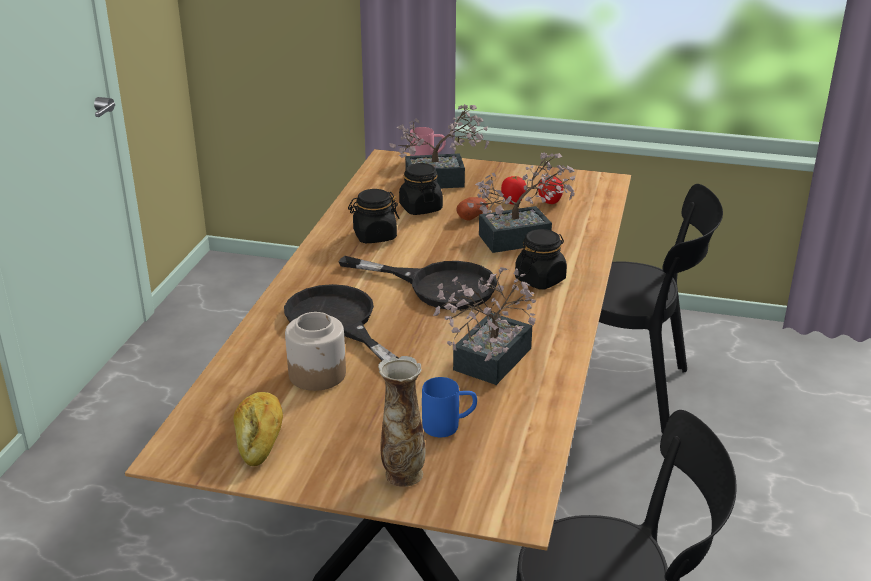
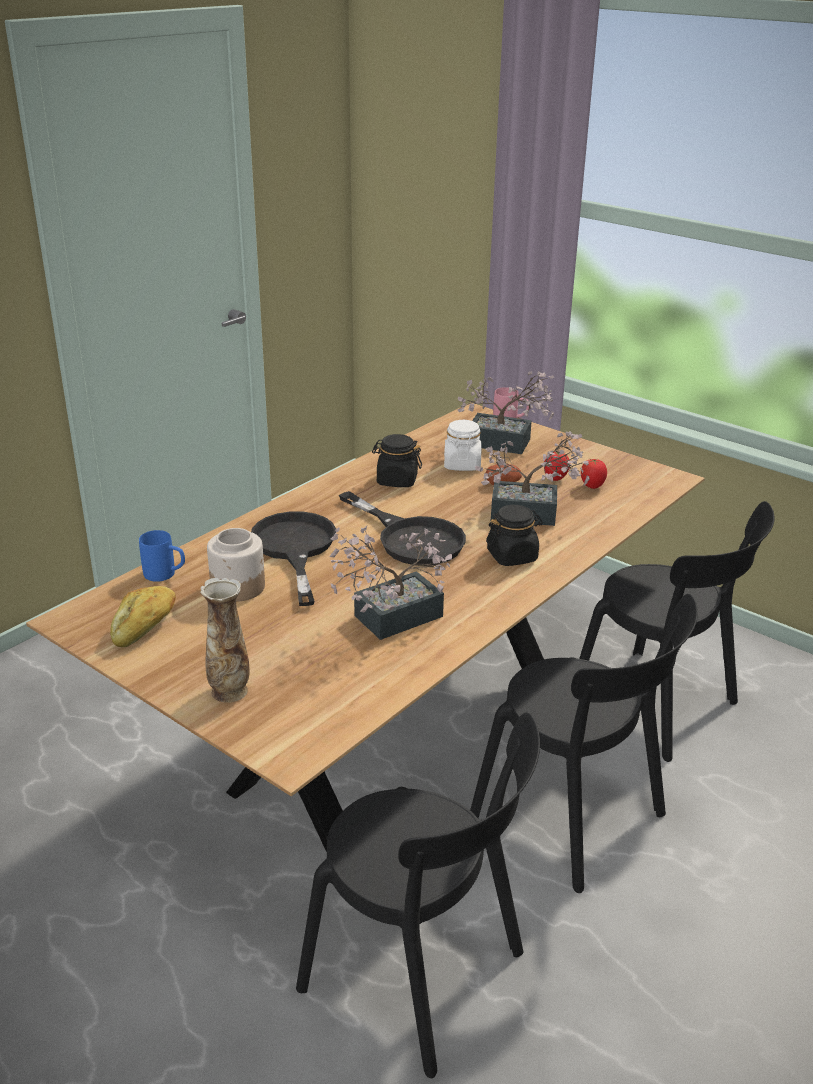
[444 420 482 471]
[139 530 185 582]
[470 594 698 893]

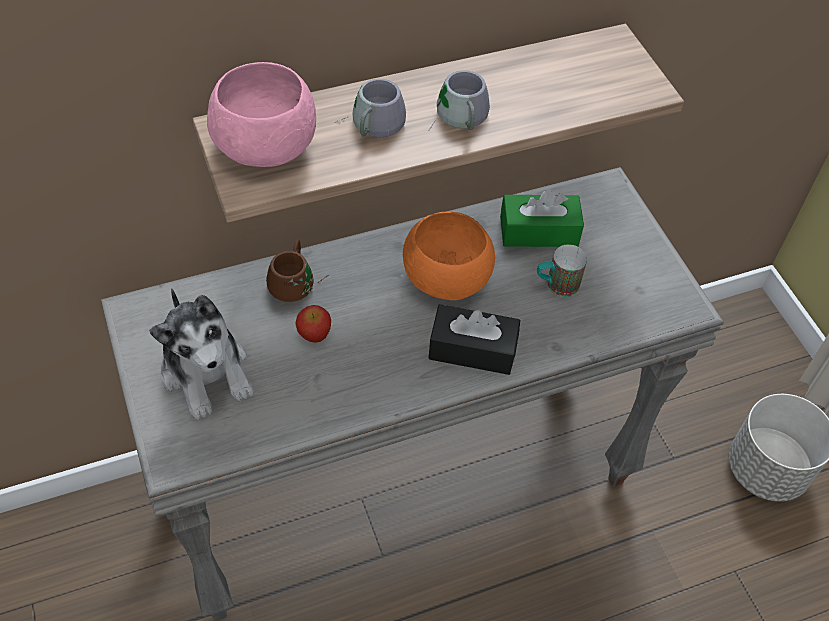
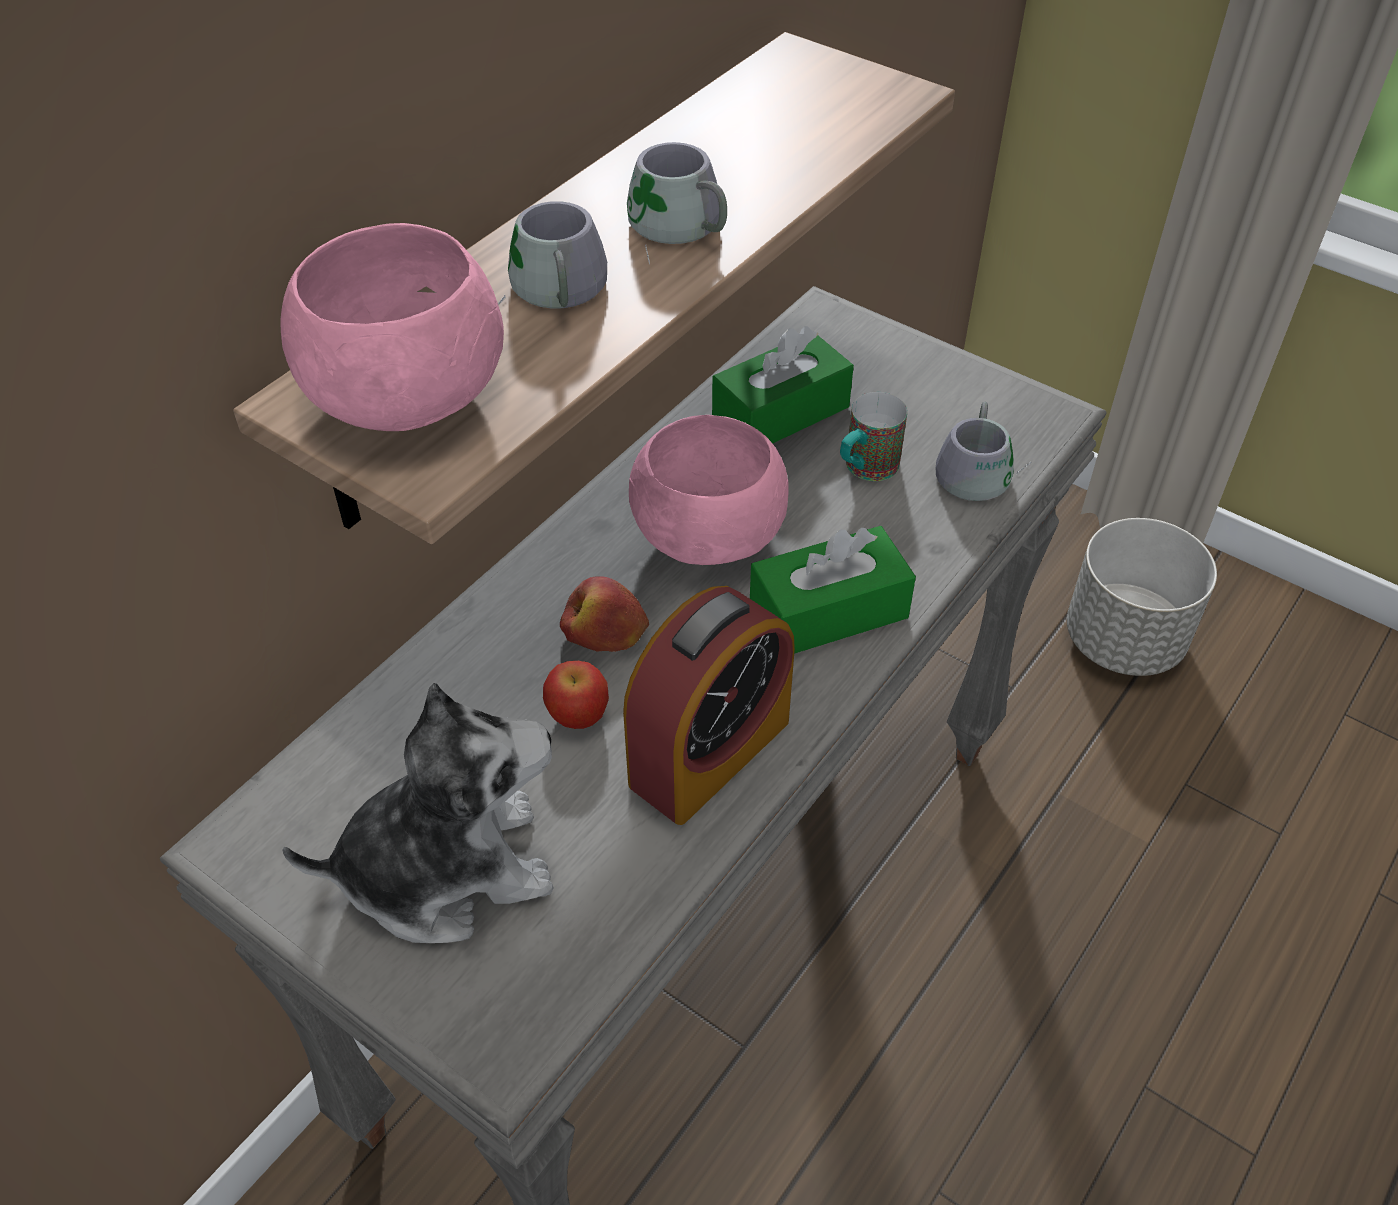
[629 415 788 565]
[266 239 328 302] (first image)
[282 683 554 943]
[750 526 916 654]
[936 401 1031 501]
[560 576 649 652]
[623 586 795 825]

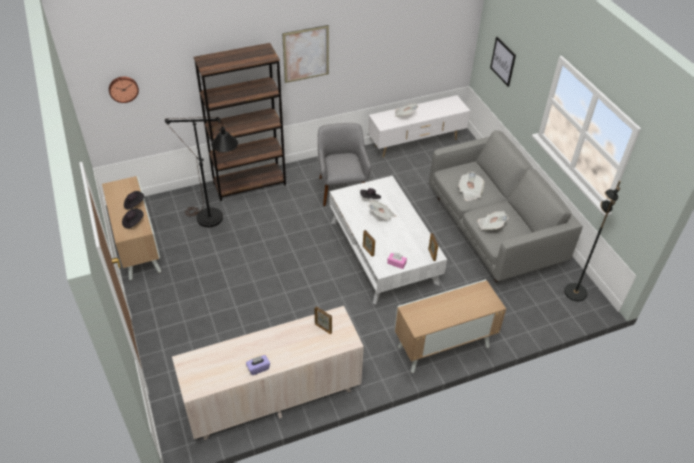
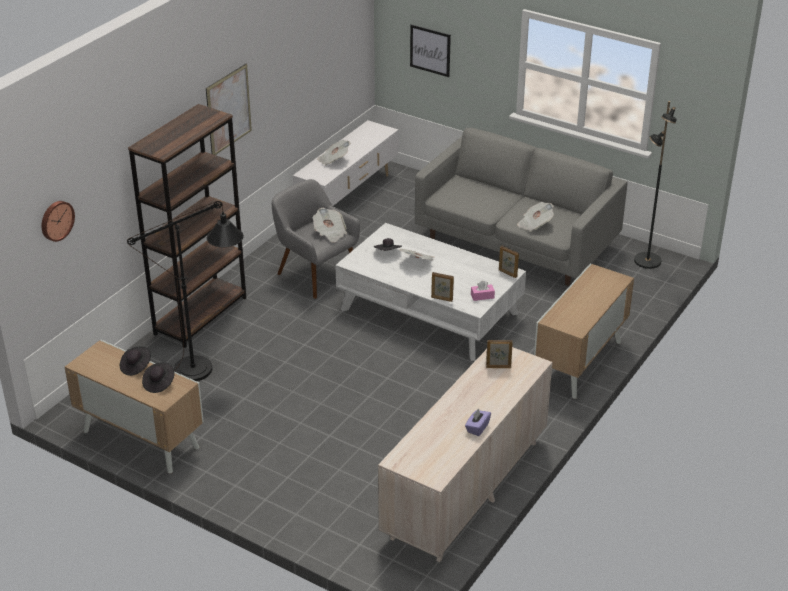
[313 208 347 243]

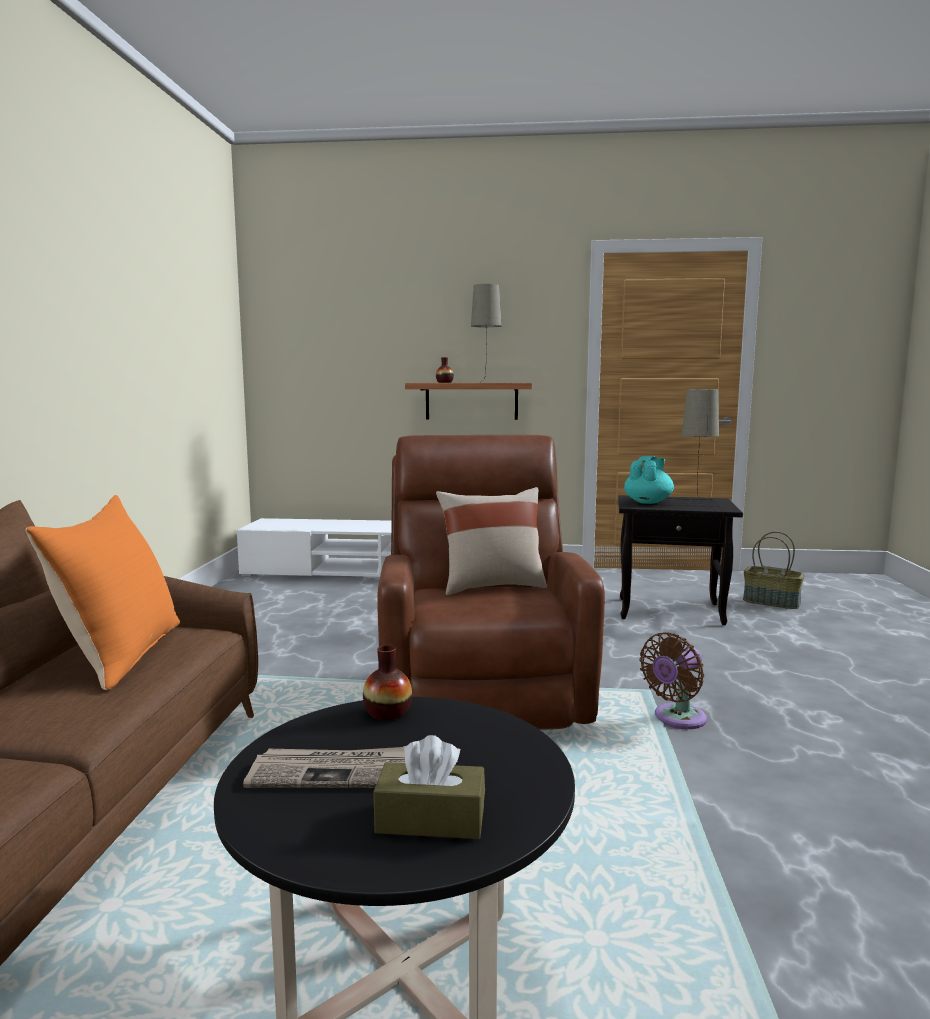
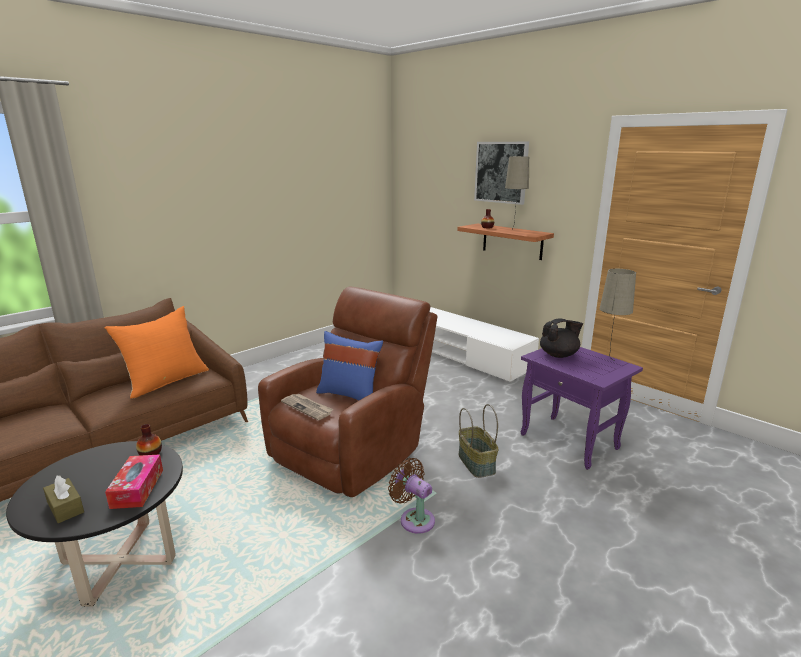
[540 318 583 358]
[316 331 383 400]
[520 347 643 470]
[459 404 498 478]
[388 458 435 534]
[281 393 333 420]
[474 142 529 205]
[105 454 163 509]

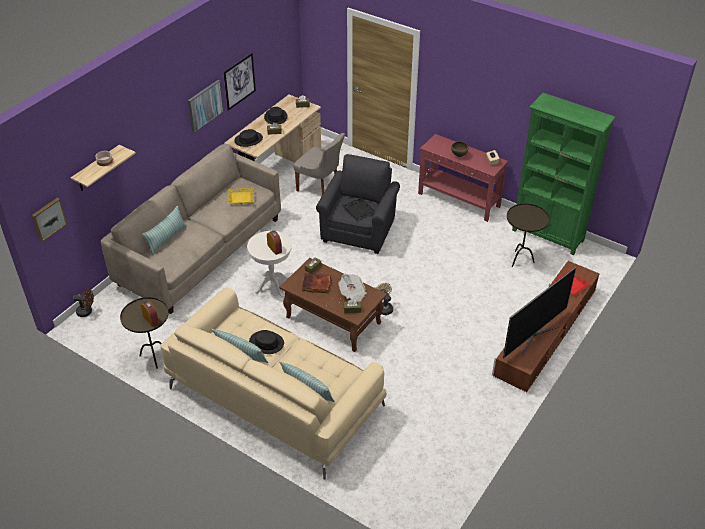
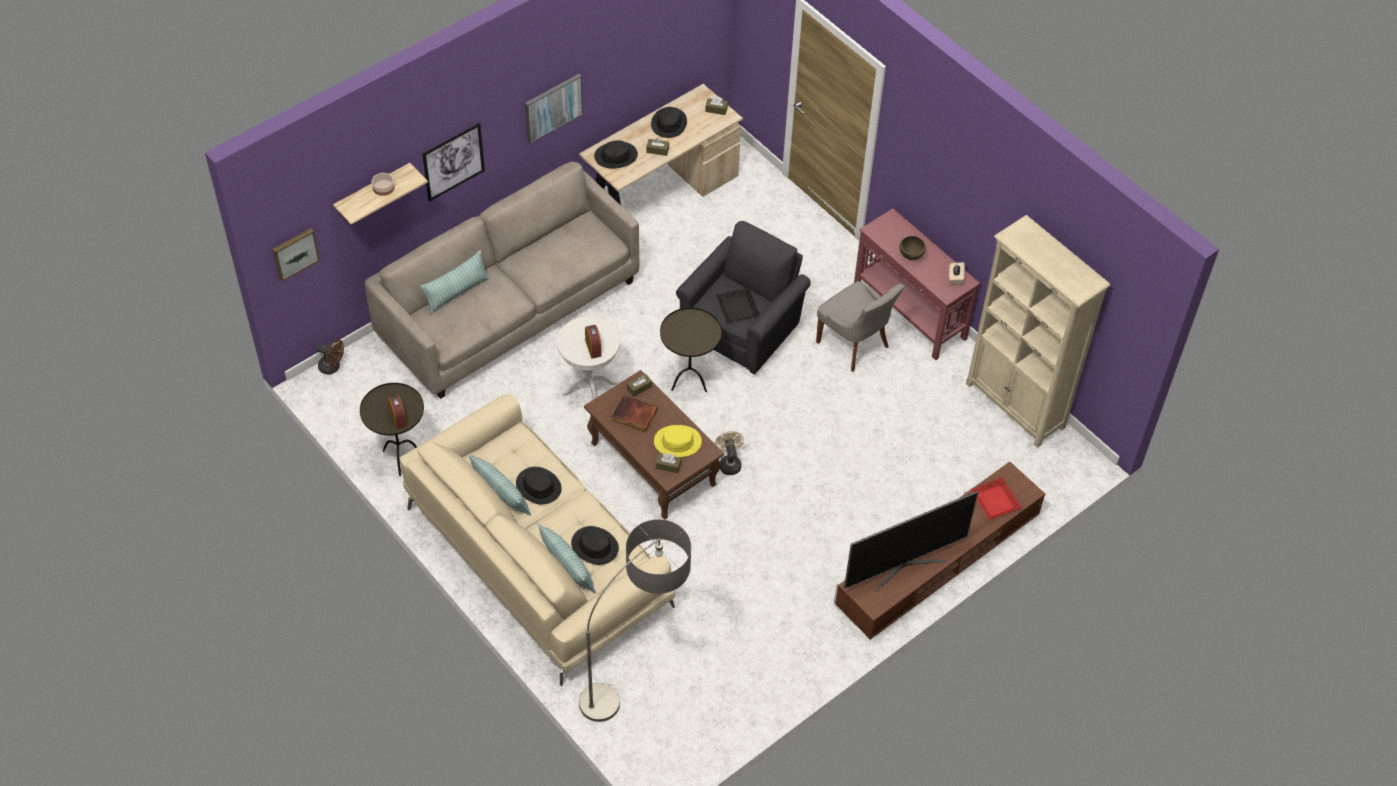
[422 123 485 202]
[966 215 1111 448]
[816 281 905 371]
[228 187 254 204] (first image)
[660 307 722 392]
[654 425 702 457]
[579 519 691 722]
[571 526 619 565]

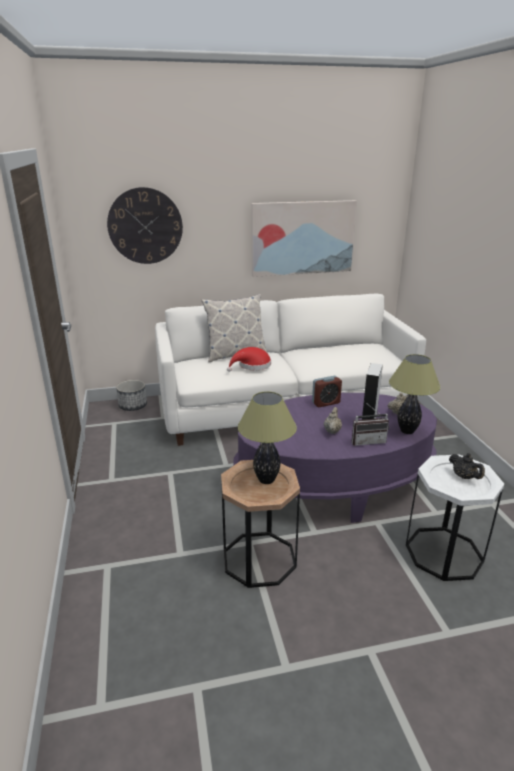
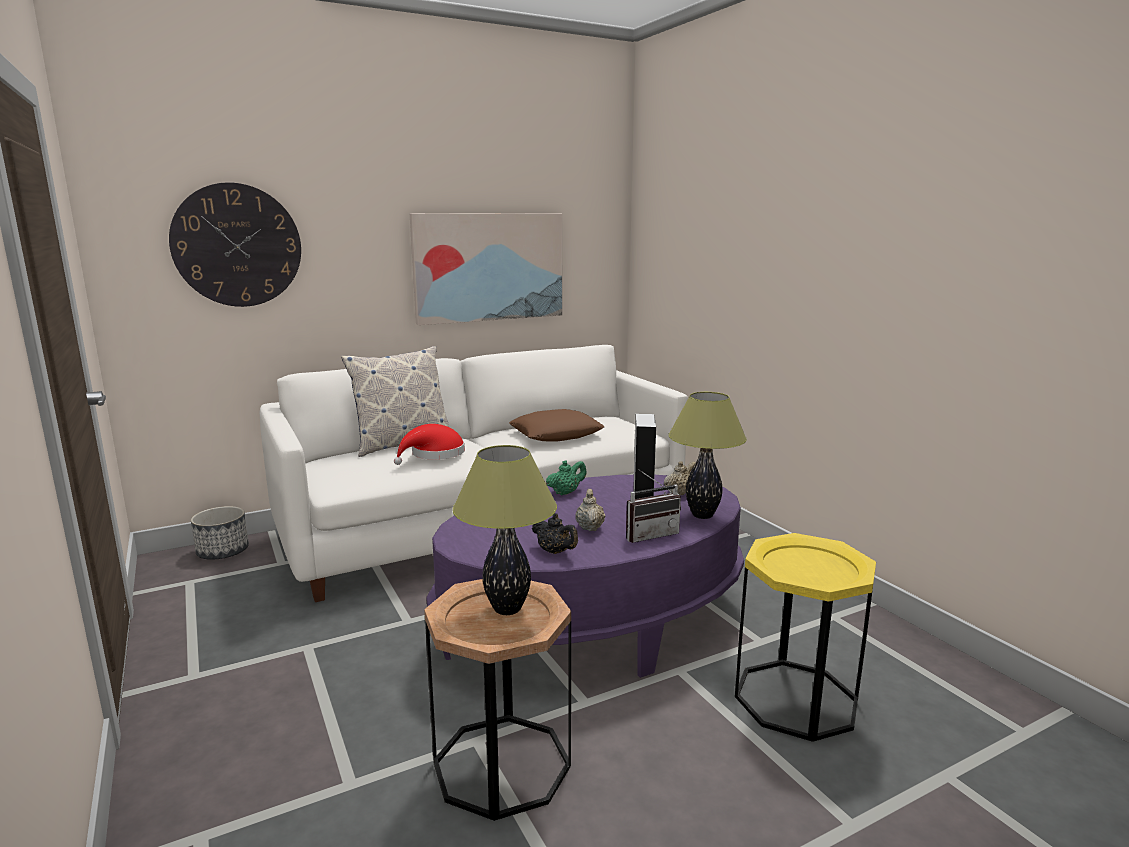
[546 460 587 495]
[532 513 578 554]
[735 533 876 742]
[509 409 604 441]

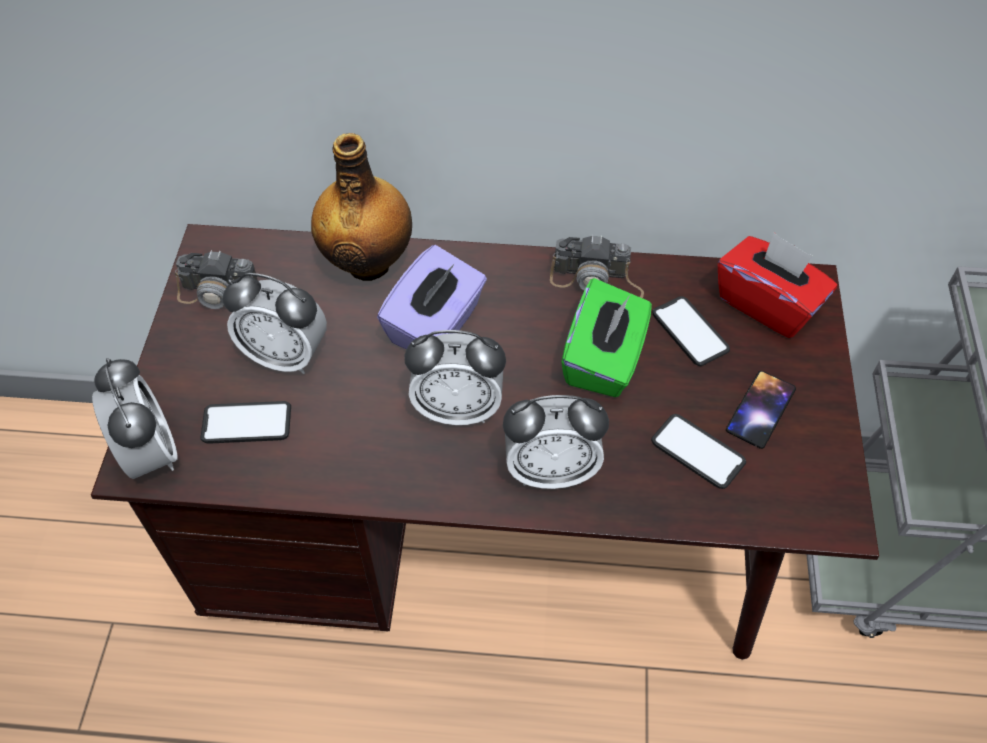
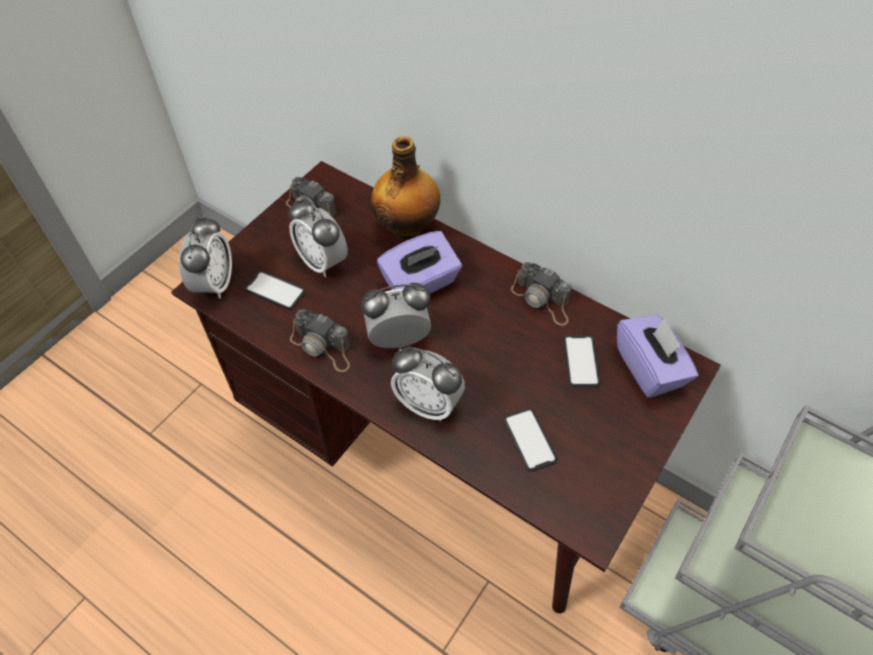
[617 315 698 398]
[561 278 652 397] (first image)
[361 283 431 348]
[726 371 796 449] (first image)
[290 309 350 372]

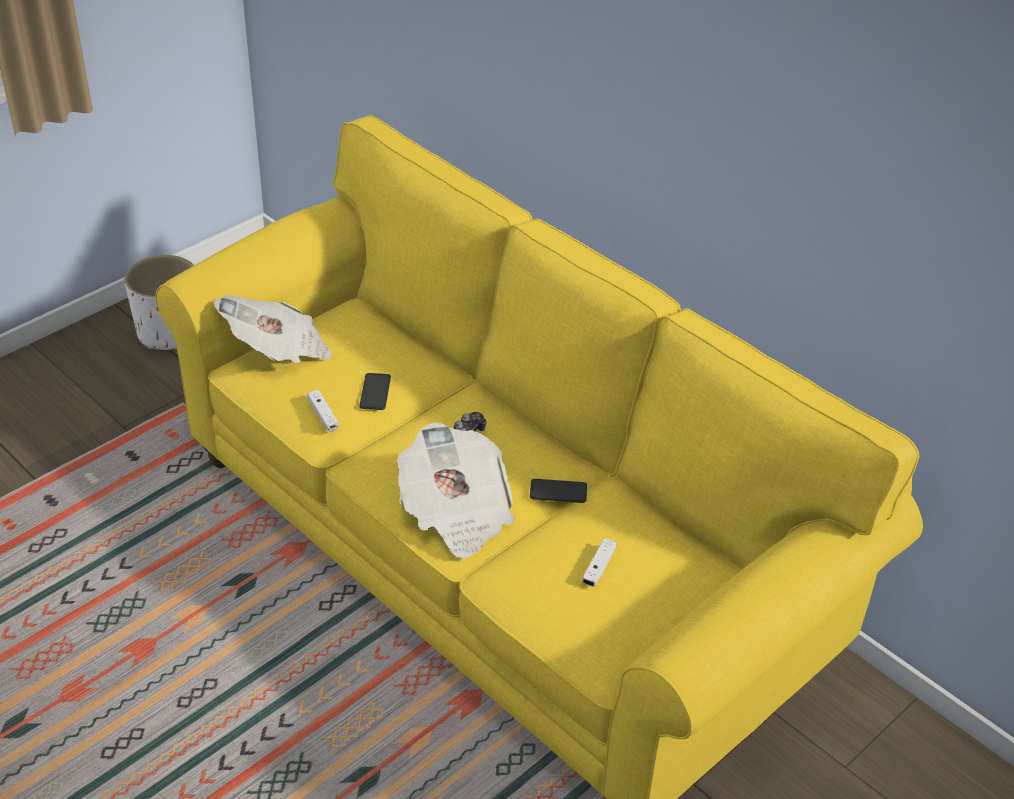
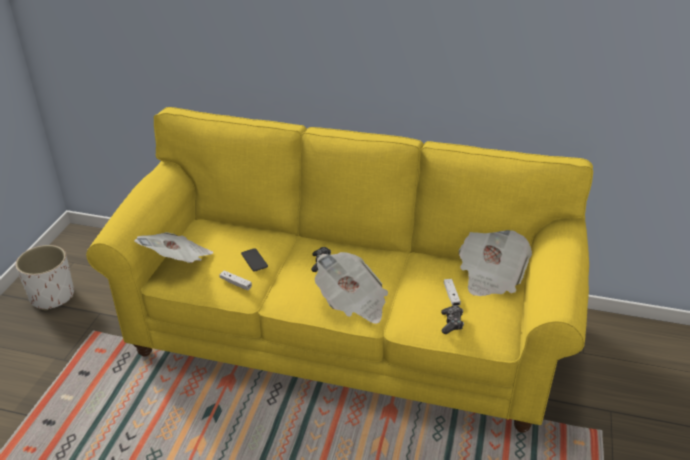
[530 479 587 503] (first image)
[458 230 532 296]
[441 305 464 334]

